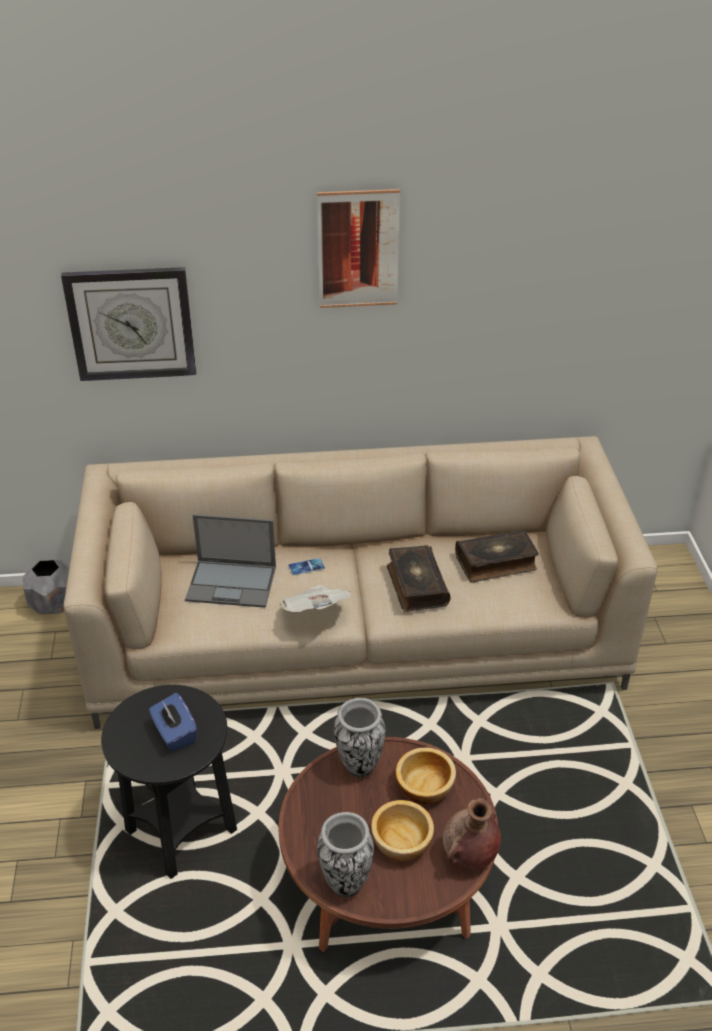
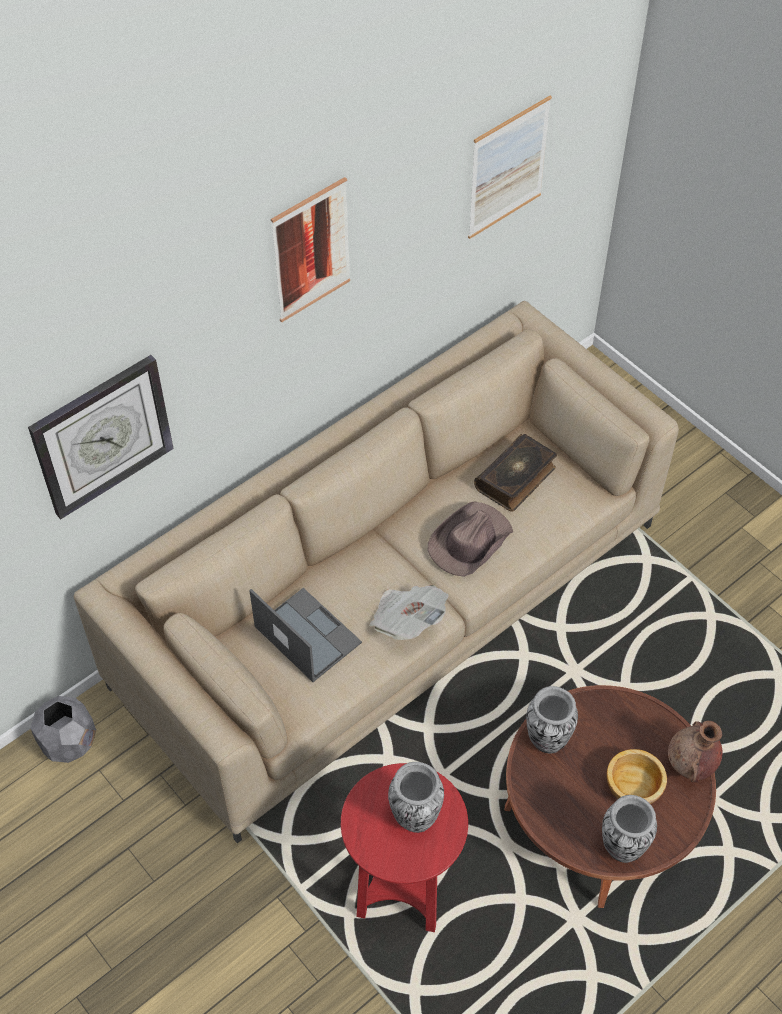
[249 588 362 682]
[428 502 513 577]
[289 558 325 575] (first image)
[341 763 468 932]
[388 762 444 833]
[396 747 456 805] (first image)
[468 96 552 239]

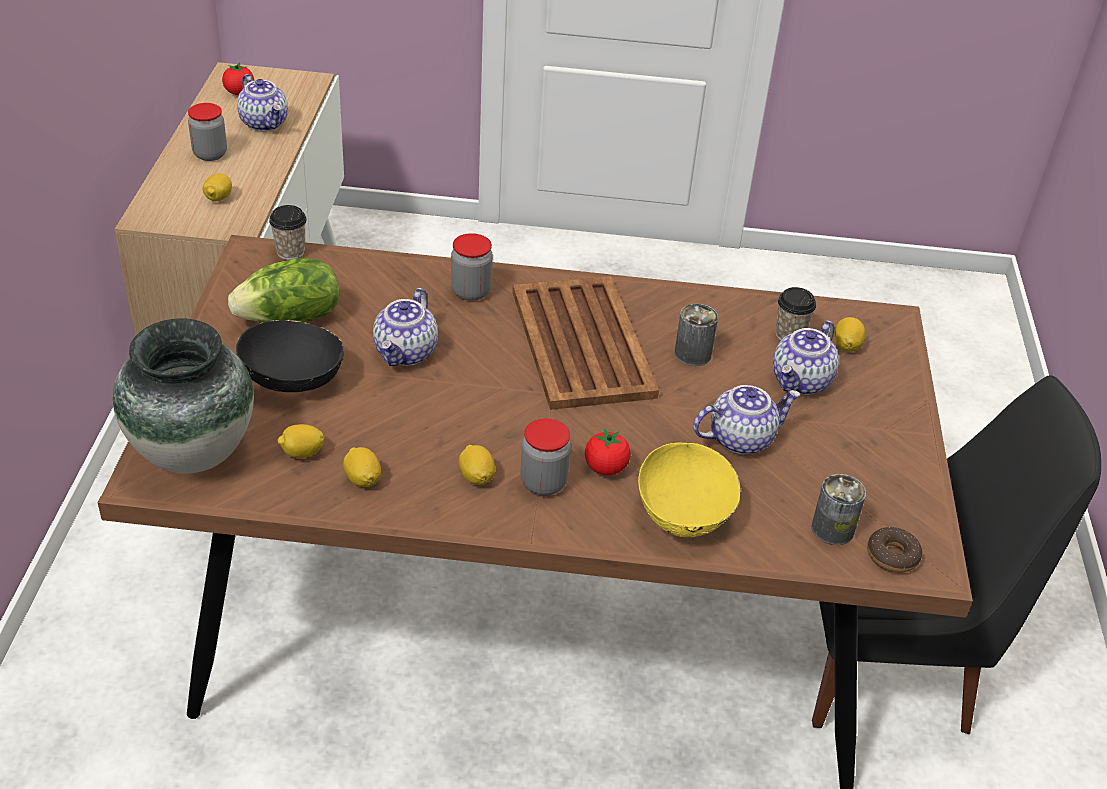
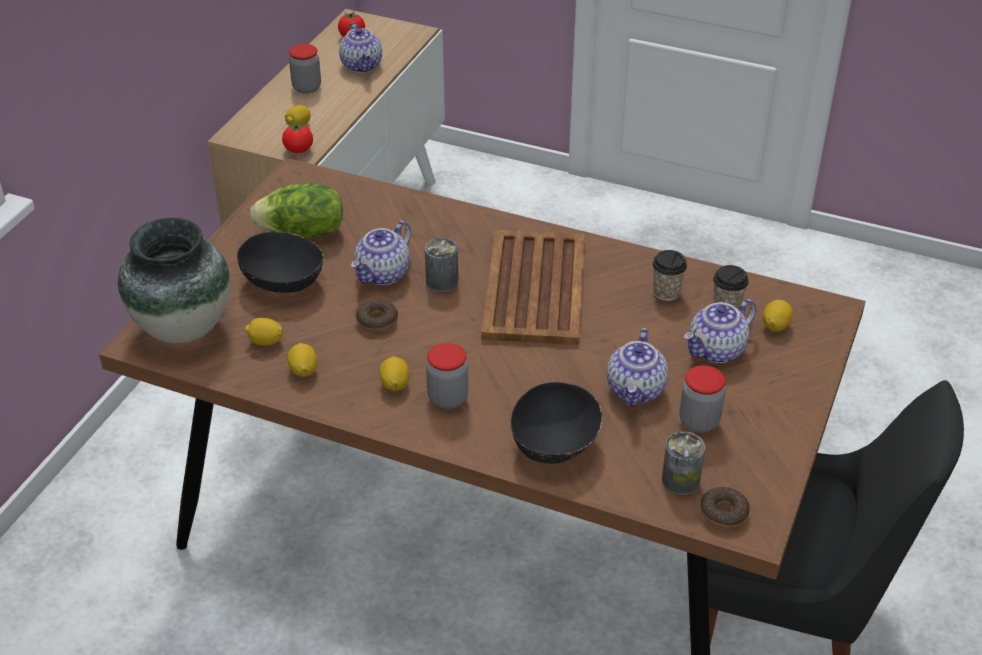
[652 250 687 301]
[679 365 725 433]
[425 238 459 293]
[607 328 668 406]
[282 122 313 153]
[511 382 603 464]
[356 300 398 332]

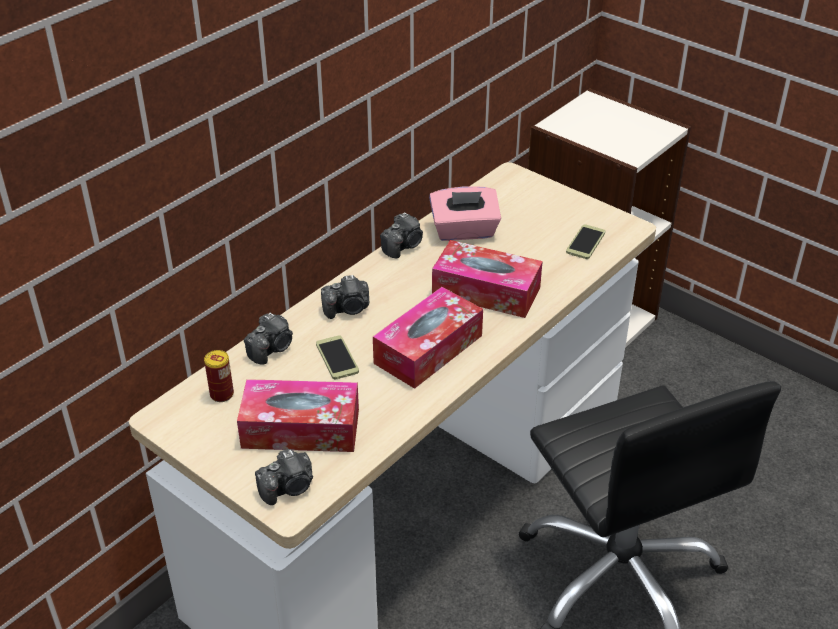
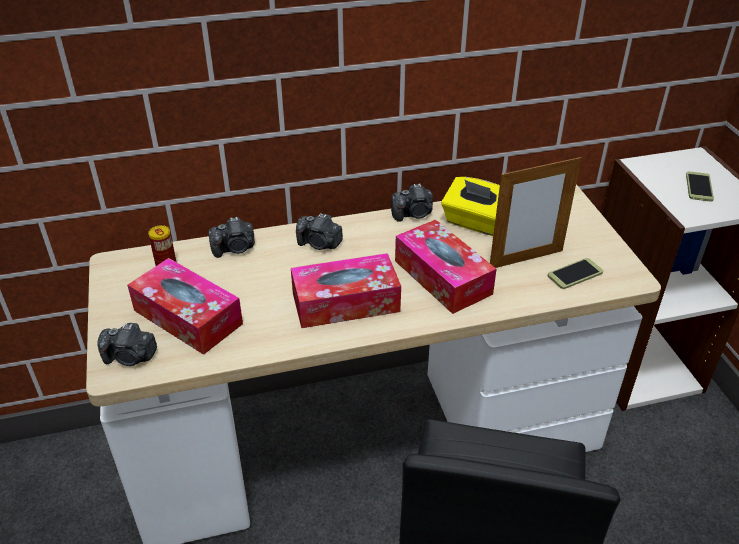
[441 177 500 236]
[686 171 714 202]
[490 156 581 268]

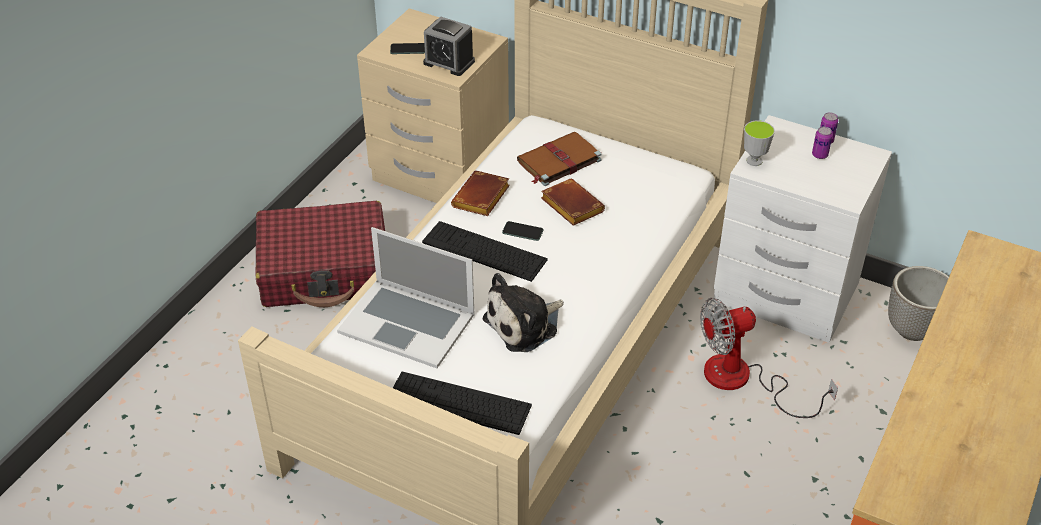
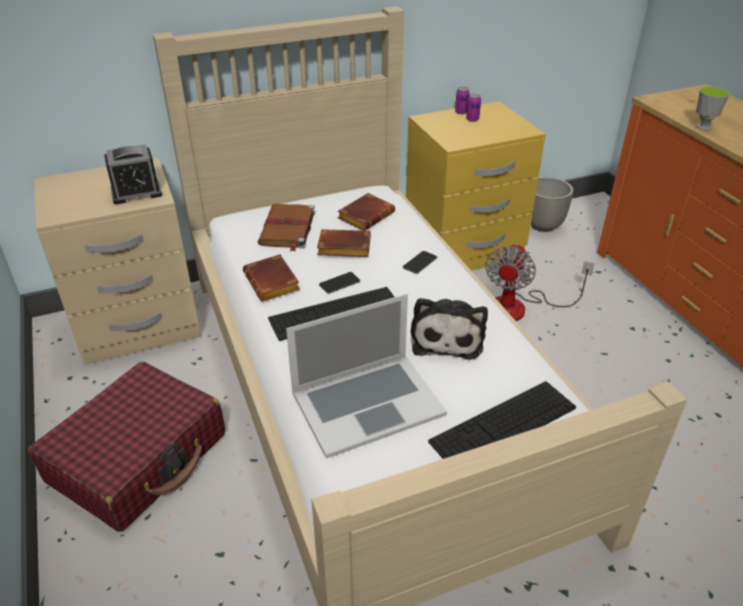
[403 251 437 274]
[406 101 546 271]
[696 86 730 130]
[337 193 395 231]

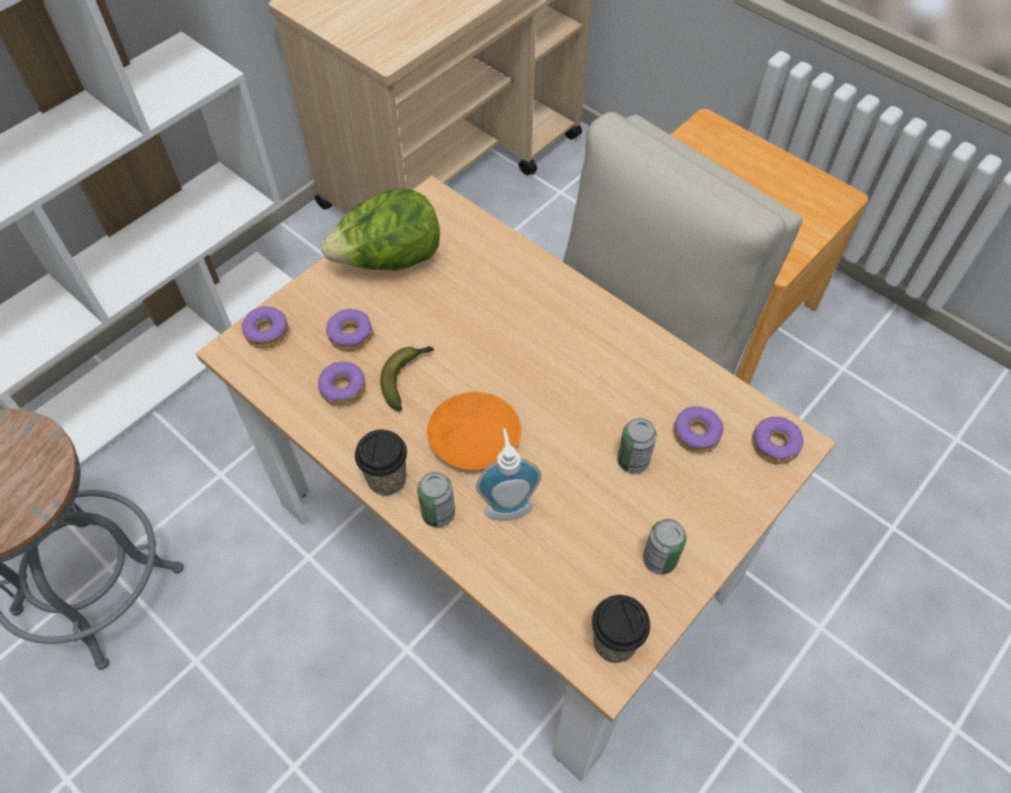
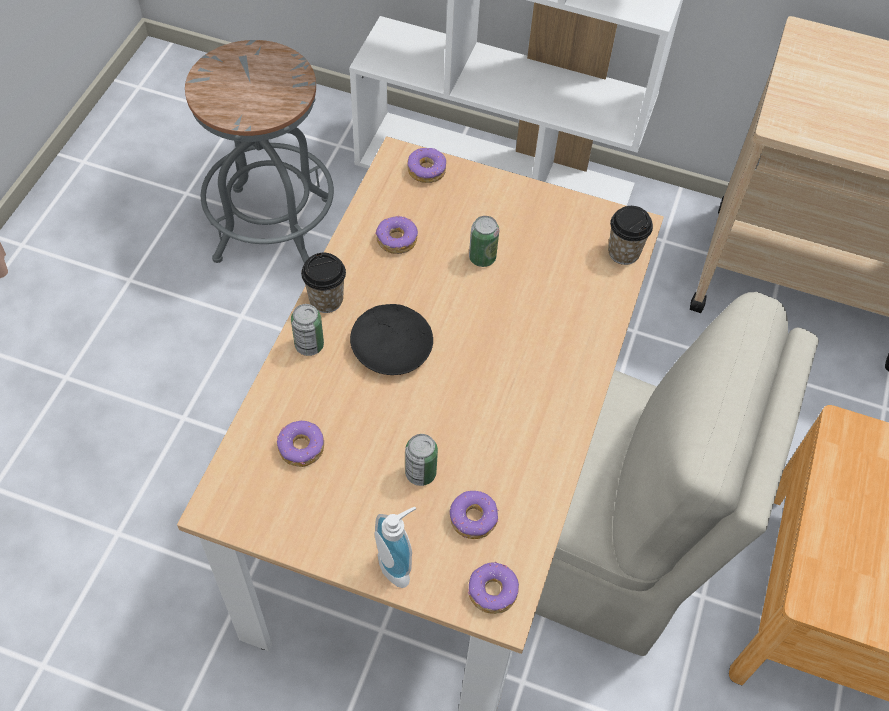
[321 189 440 271] (first image)
[277 421 324 467]
[380 346 434 411] (first image)
[350 304 433 375]
[374 507 416 588]
[469 216 499 267]
[608 206 653 265]

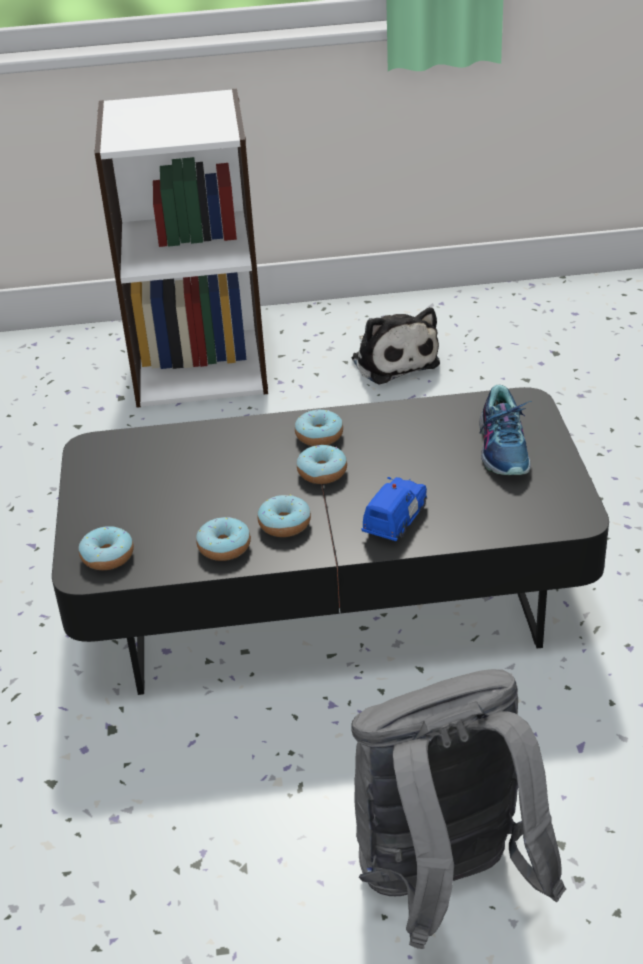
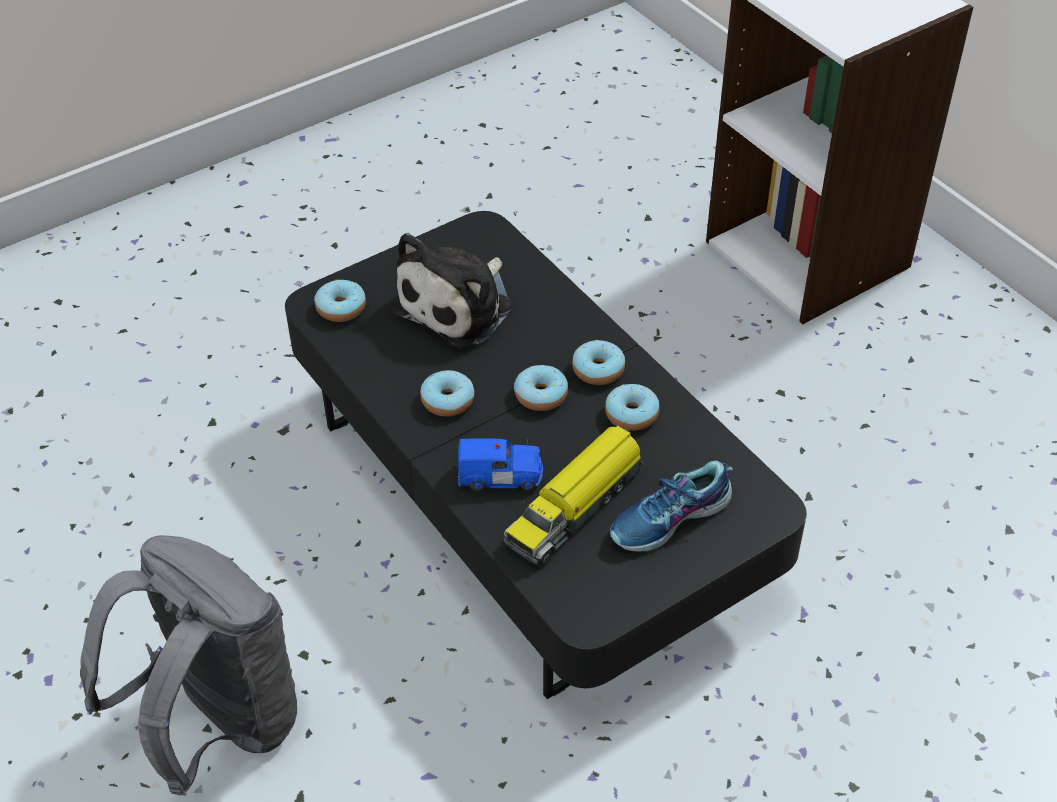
[392 233 512 348]
[605 384 660 431]
[504 426 644 566]

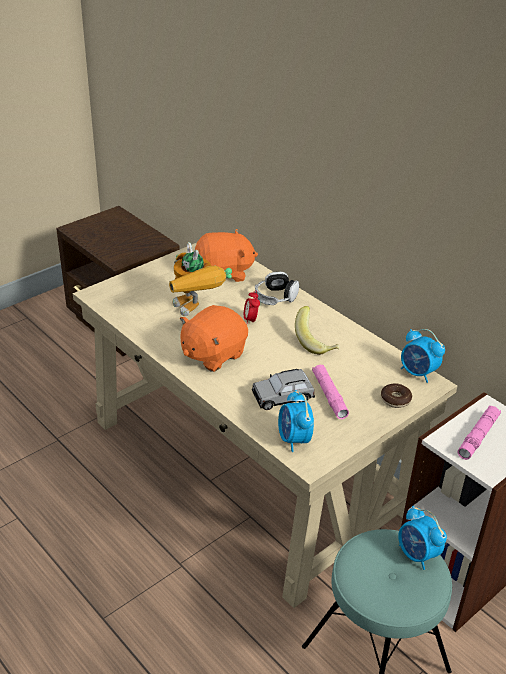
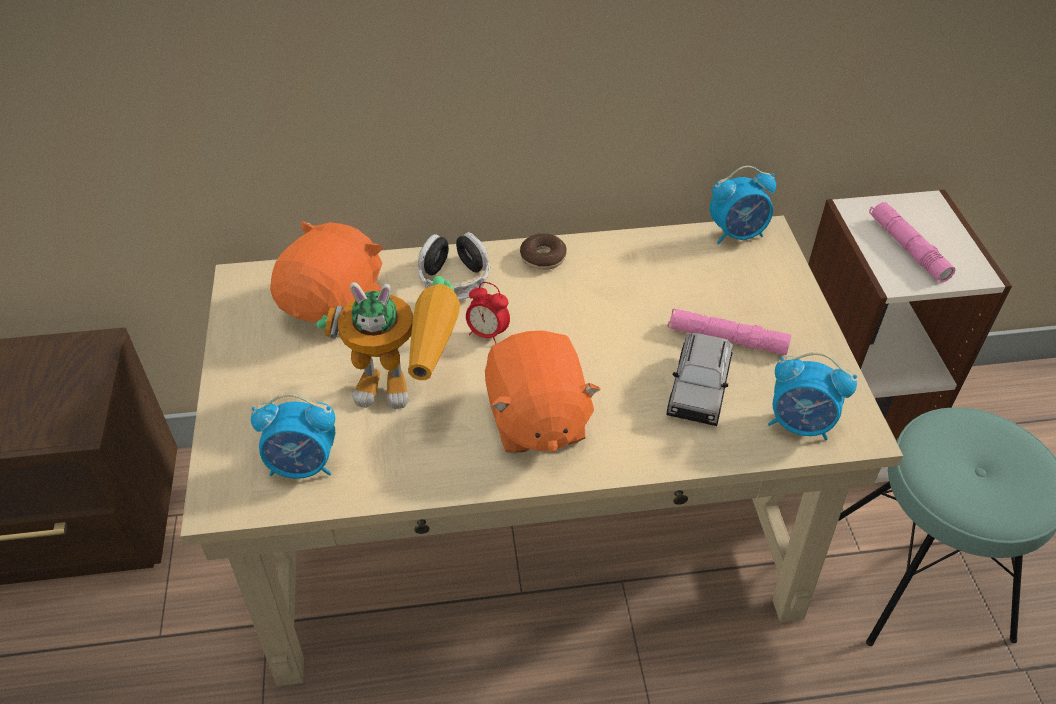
[295 306 339 355] (first image)
[520 233 567 270]
[251 393 335 479]

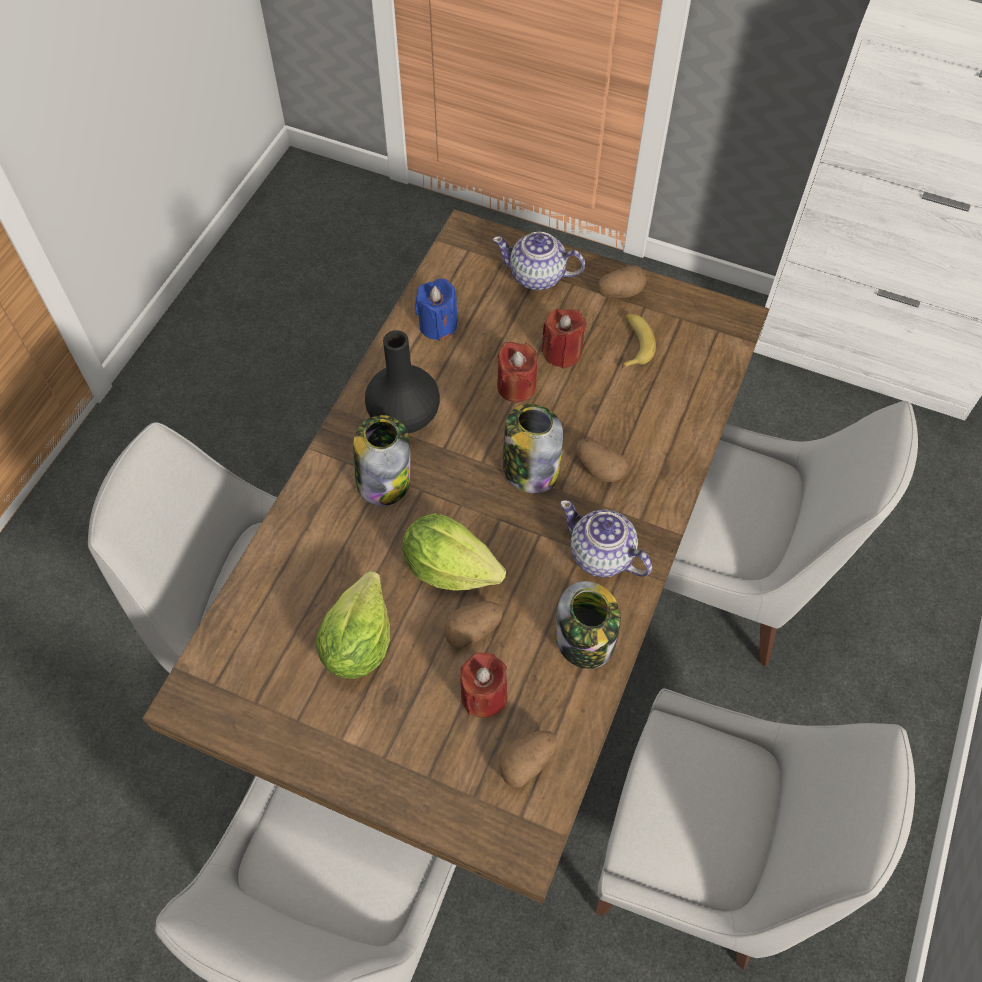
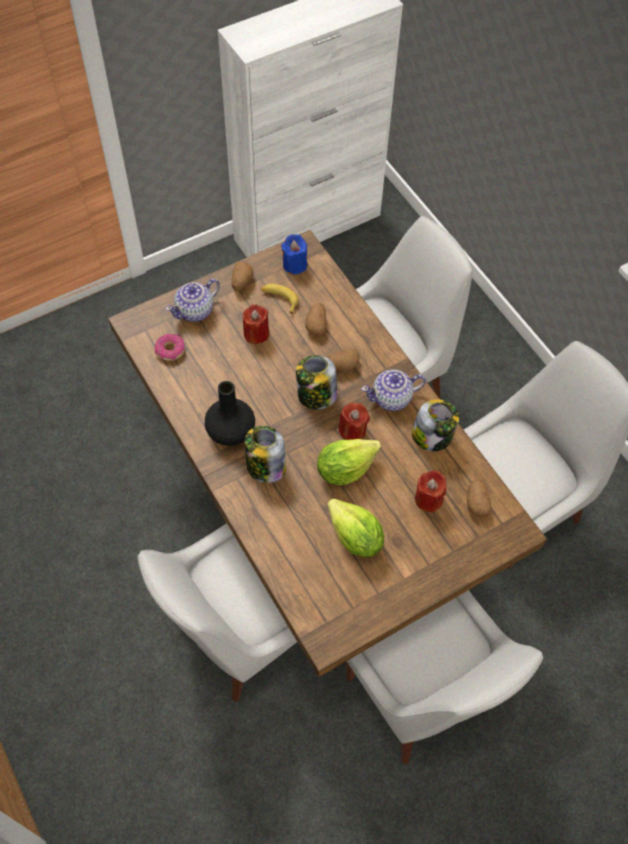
[281 234 307 274]
[338 402 370 440]
[305 303 327 336]
[155 334 185 361]

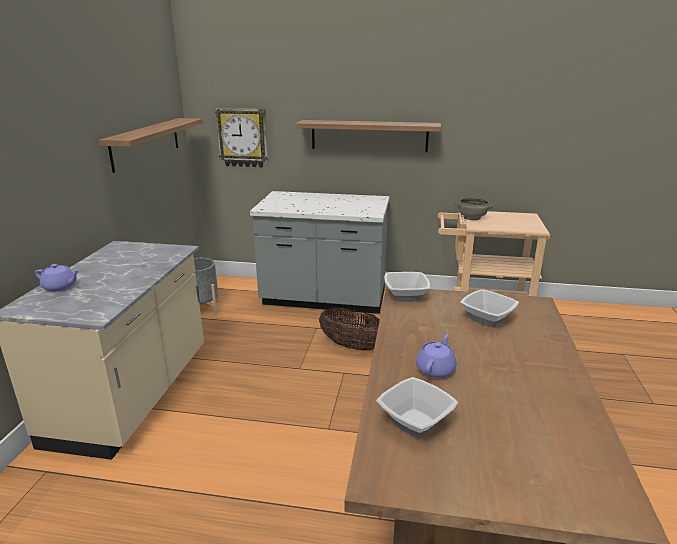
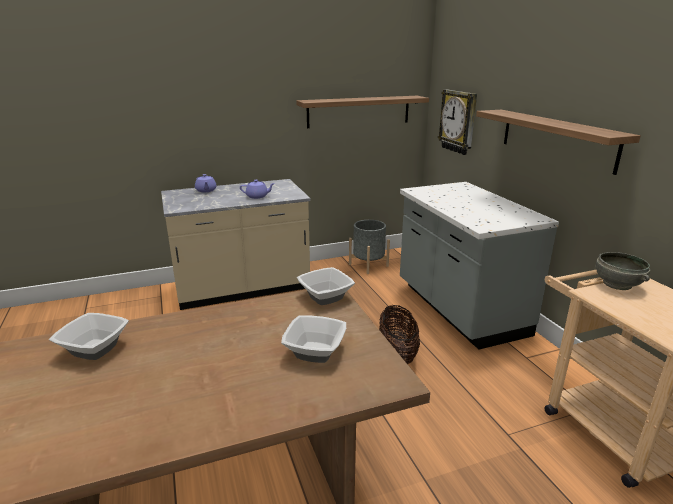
[240 180 275 199]

